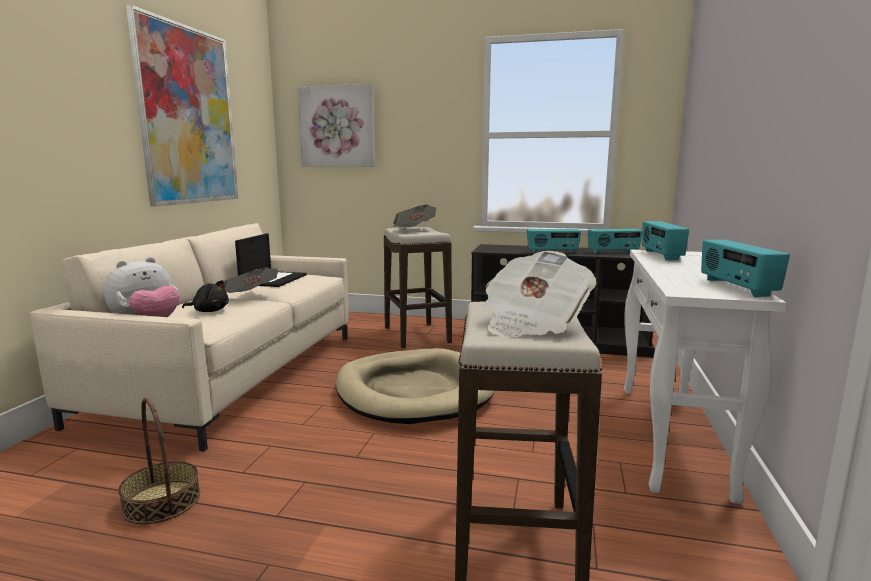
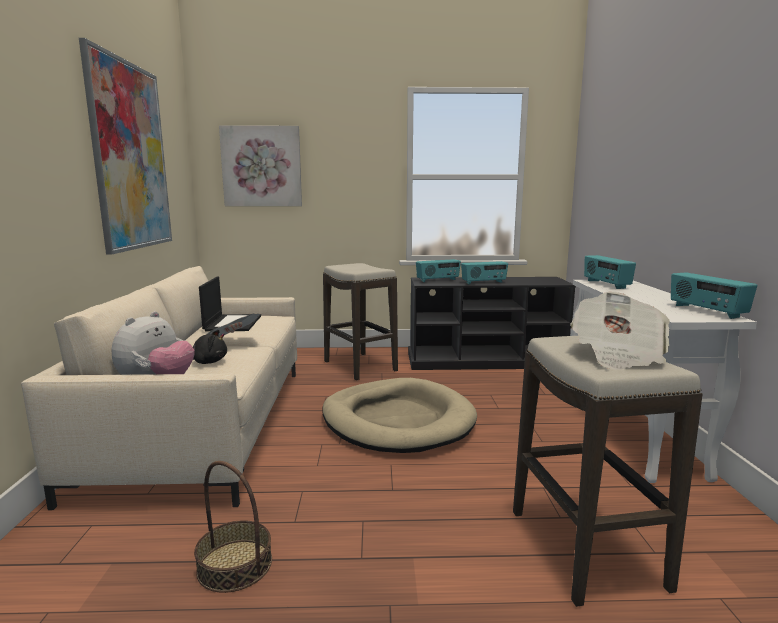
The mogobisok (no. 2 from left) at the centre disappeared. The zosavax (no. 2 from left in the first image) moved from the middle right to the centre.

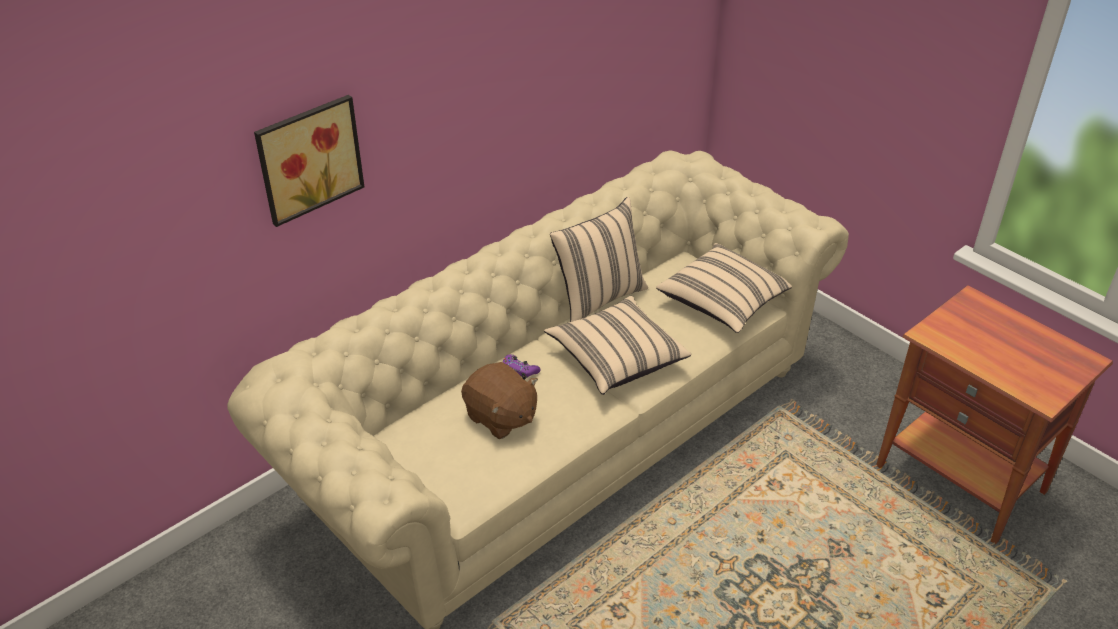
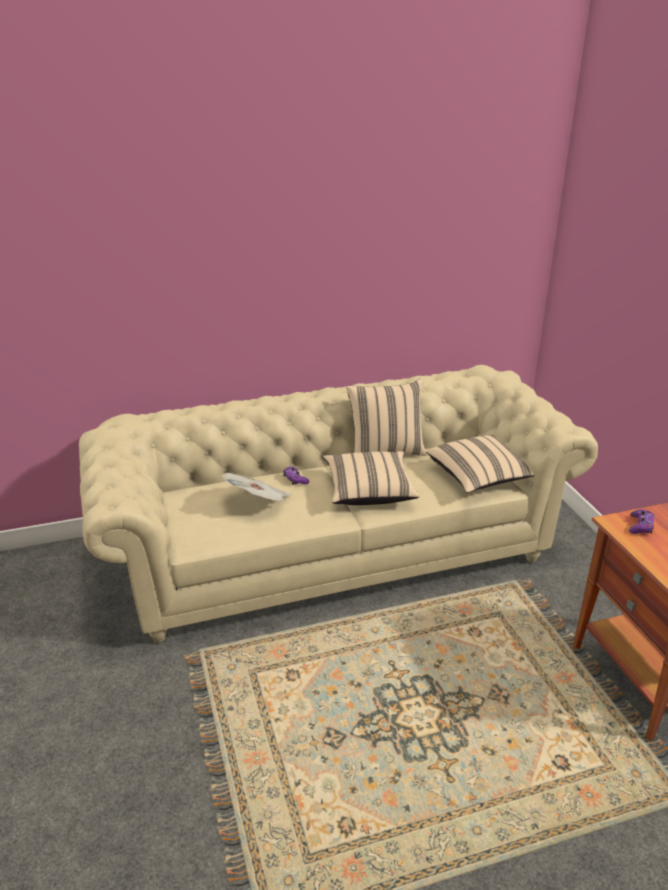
The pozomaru at the top left disappeared. The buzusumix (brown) at the centre was replaced by the mogobisok at the centre. The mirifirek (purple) (no. 2 from left) at the middle right appeared.

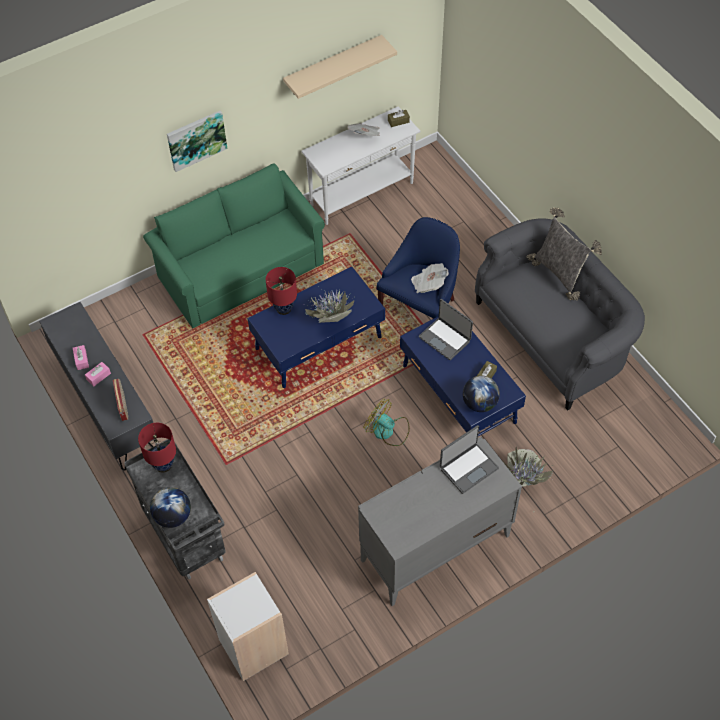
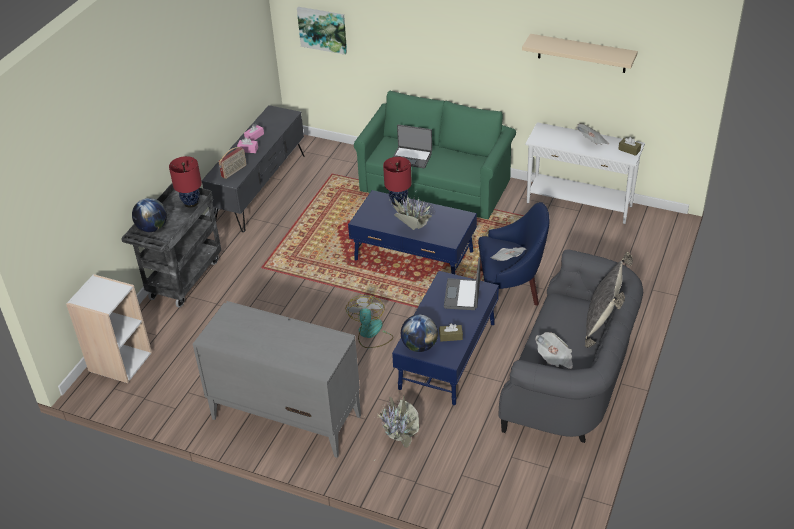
The pozomaru moved from the top left to the top centre. The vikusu (no. 2 from left in the first image) moved from the centre to the top centre. The mogobisok (no. 2 from left) at the middle right appeared.

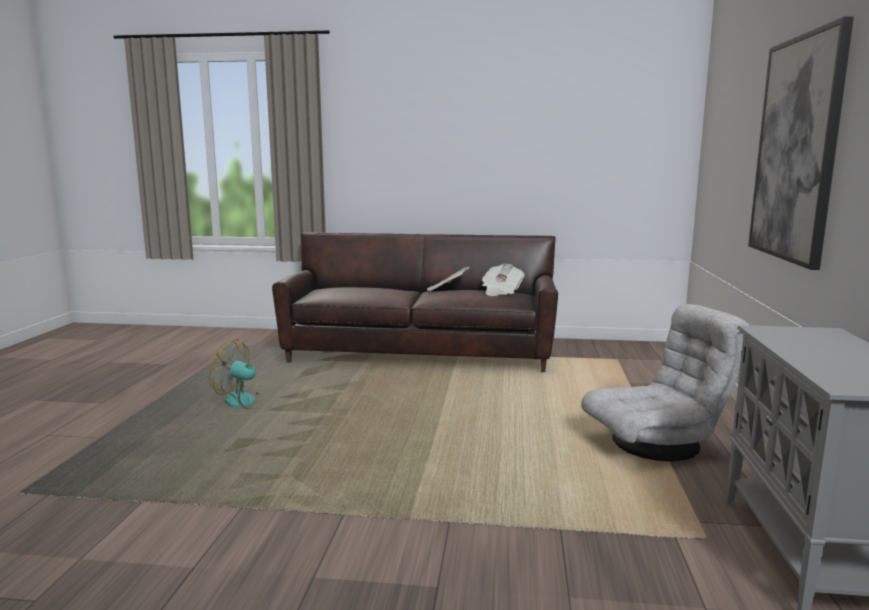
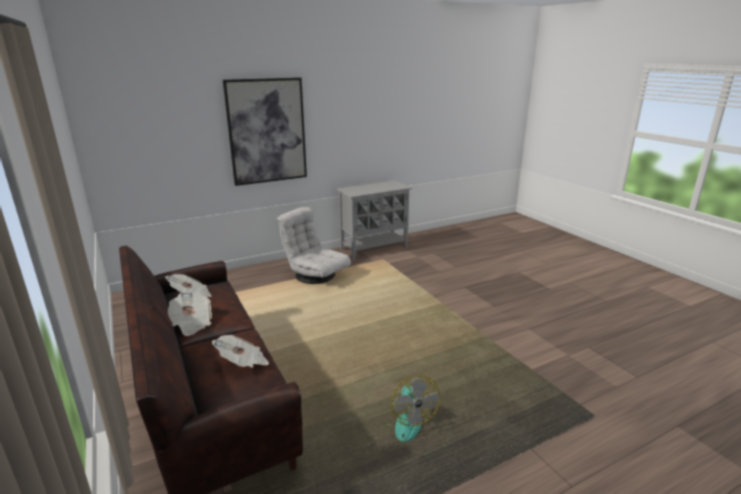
The mogobisok (no. 3 from left) at the bottom left appeared.

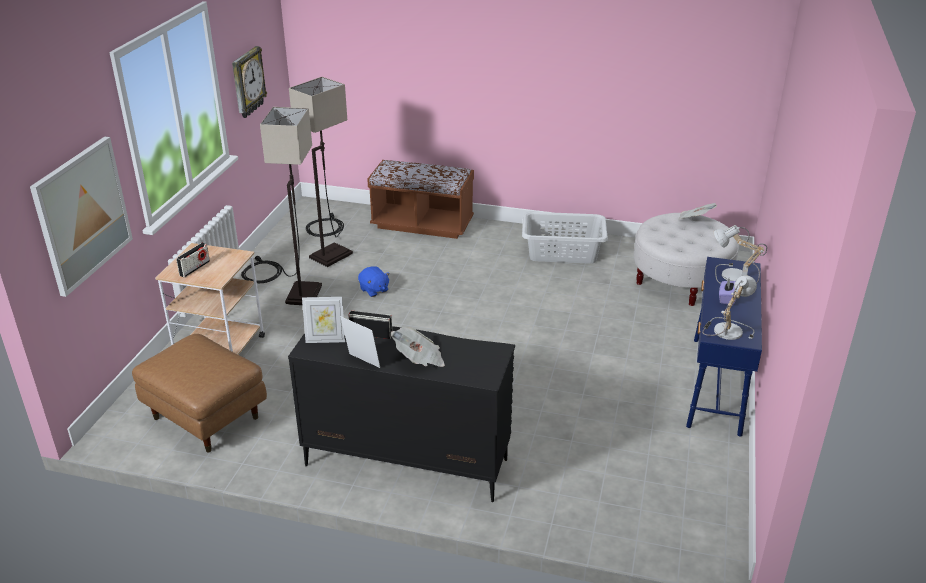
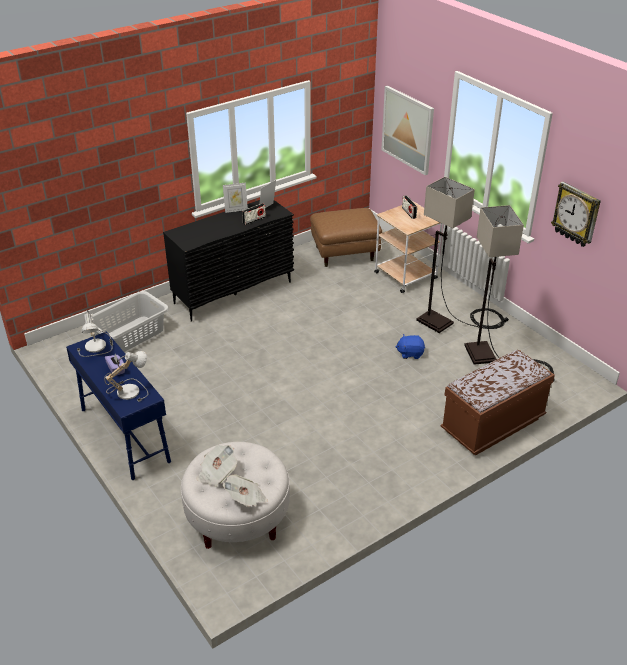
The mogobisok (no. 1 from left) moved from the centre to the bottom centre. The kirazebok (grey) moved from the centre to the middle left.

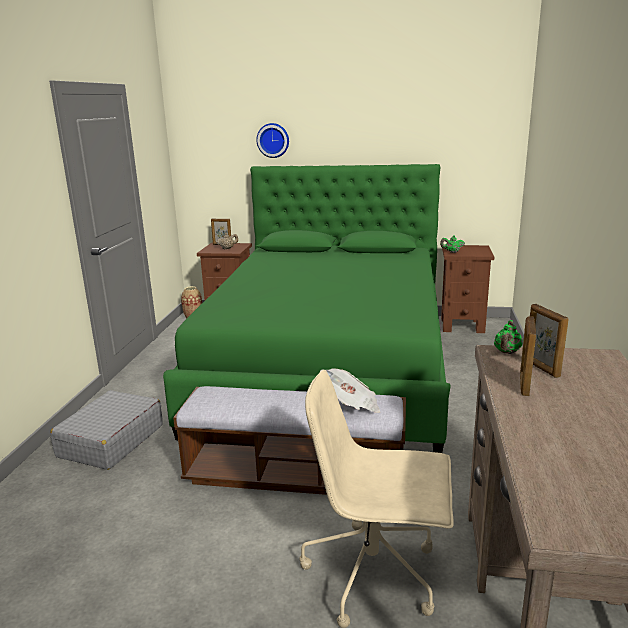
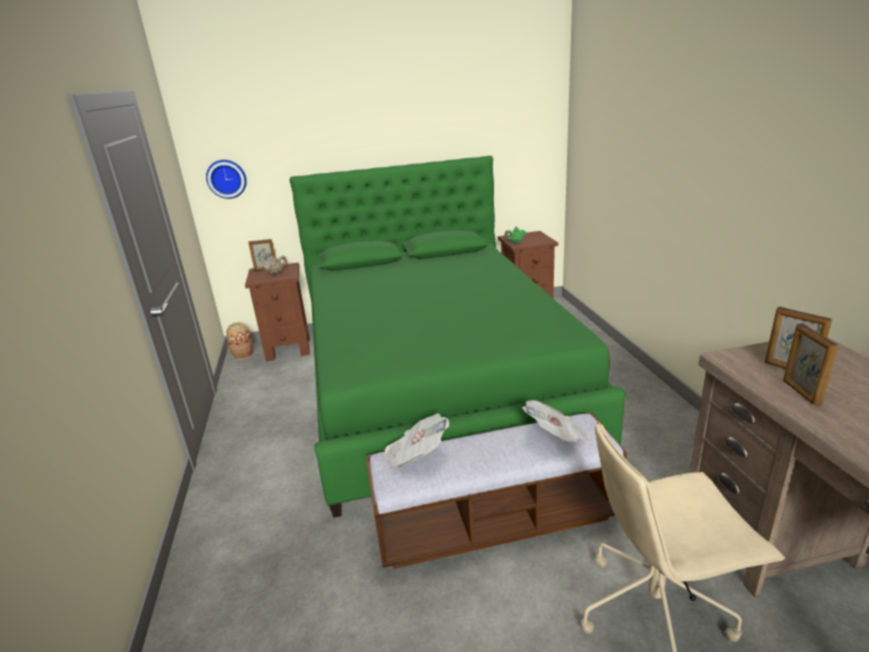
The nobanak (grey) at the bottom left disappeared. The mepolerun moved from the top centre to the top left. The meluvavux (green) (no. 2 from left) at the middle right disappeared. The mogobisok (no. 1 from left) at the bottom centre appeared.

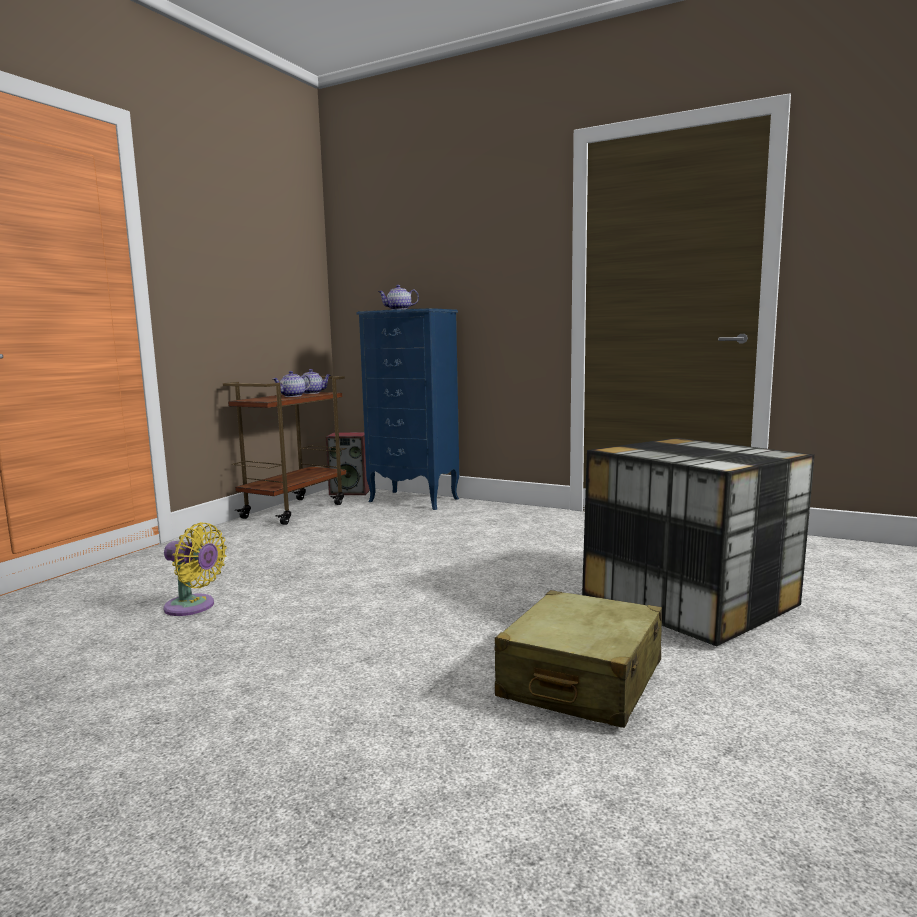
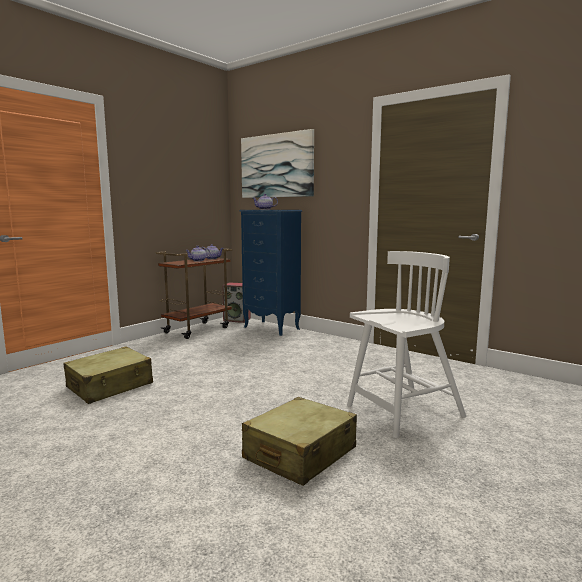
The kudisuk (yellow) at the middle left was replaced by the nobanak (beige) (no. 1 from left) at the middle left. The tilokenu at the middle right was replaced by the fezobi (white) at the middle right. The pozomaru at the top centre appeared.

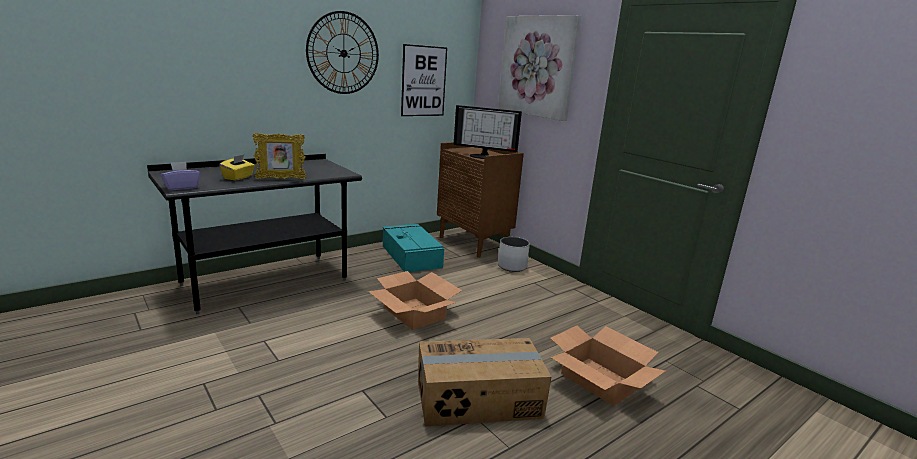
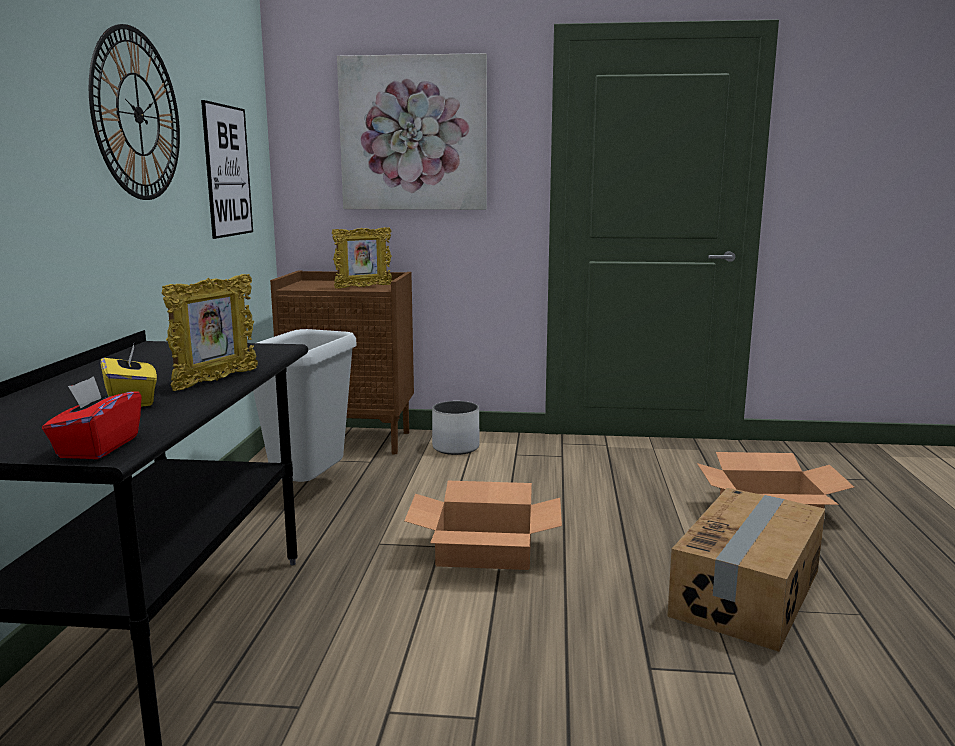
The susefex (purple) at the middle left became the susefex (red) at the middle left. The tilokenu (turquoise) at the centre was replaced by the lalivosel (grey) at the middle left. The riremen at the top centre was replaced by the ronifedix (no. 2 from left) at the centre.

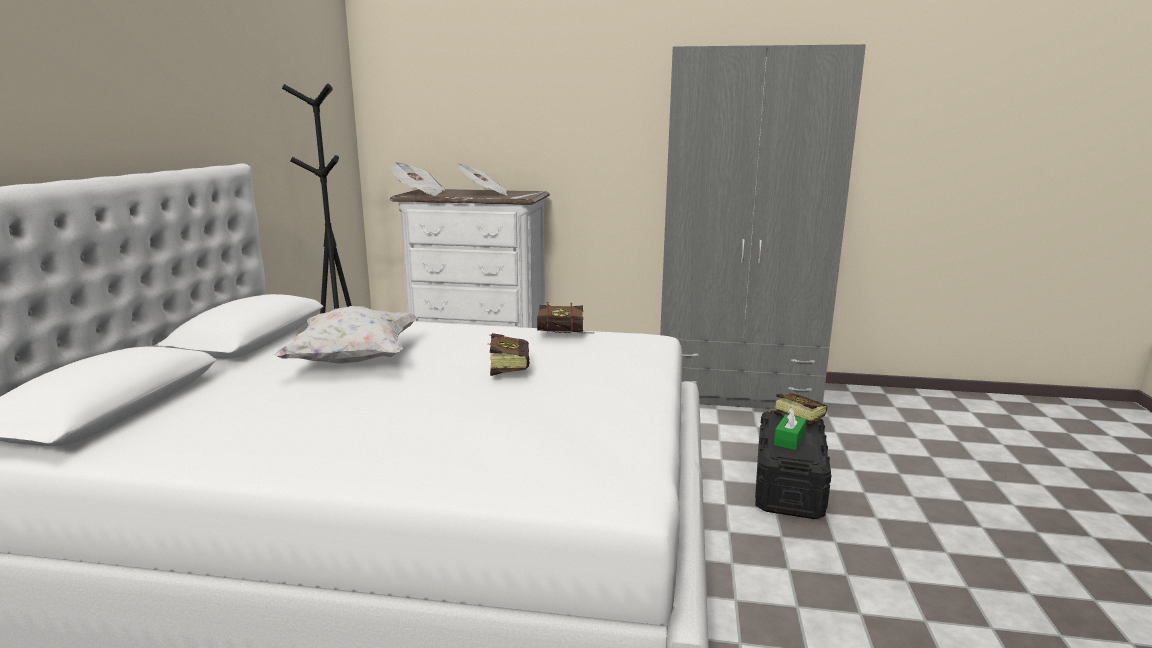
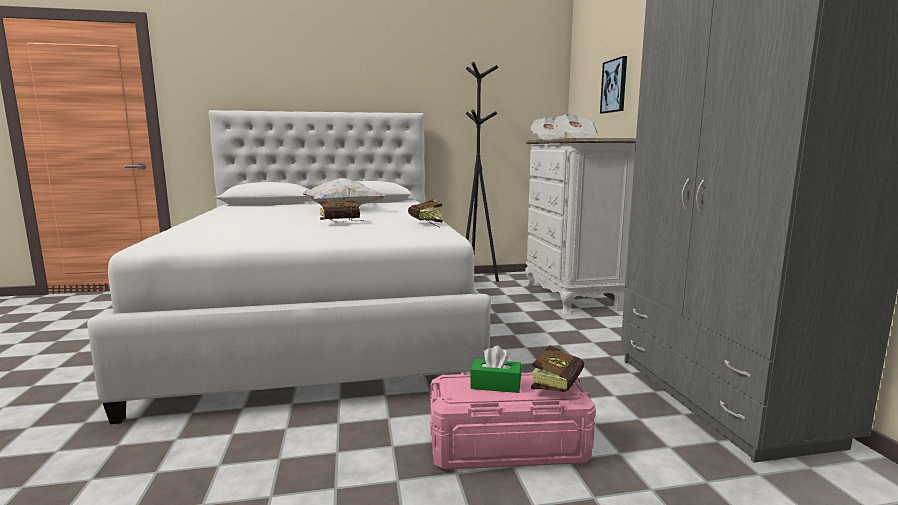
The tilokenu (black) at the bottom right became the tilokenu (pink) at the bottom centre. The pozomaru at the top right appeared.

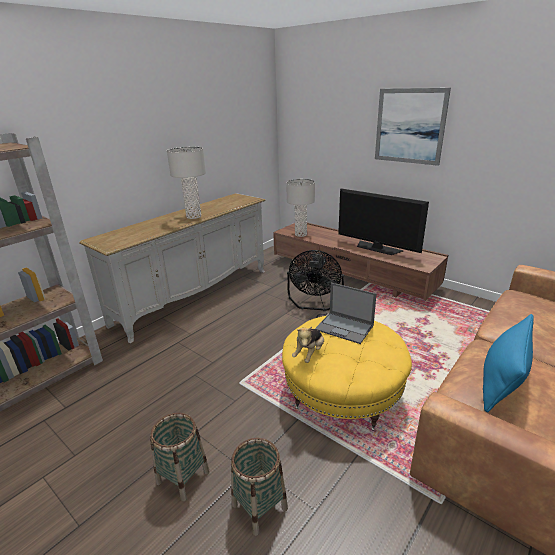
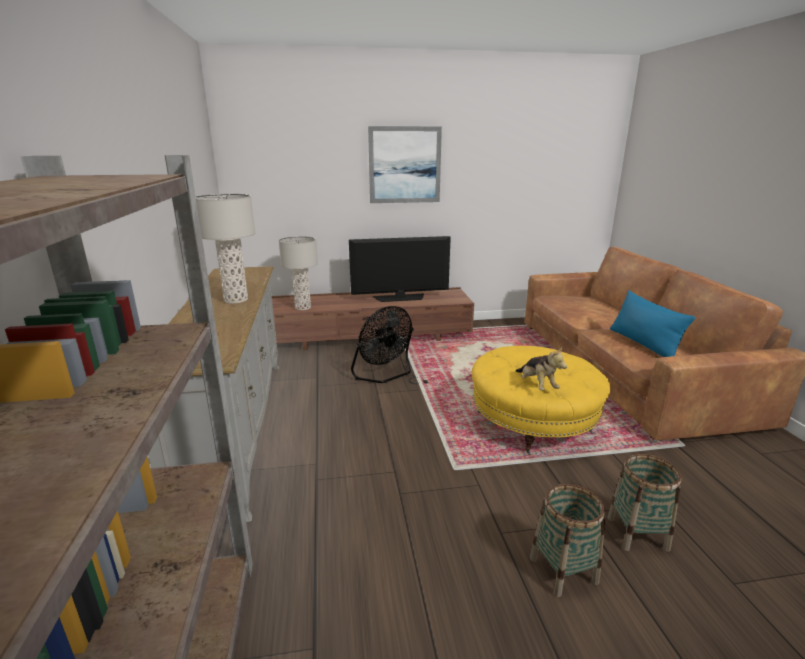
The vikusu at the centre disappeared.

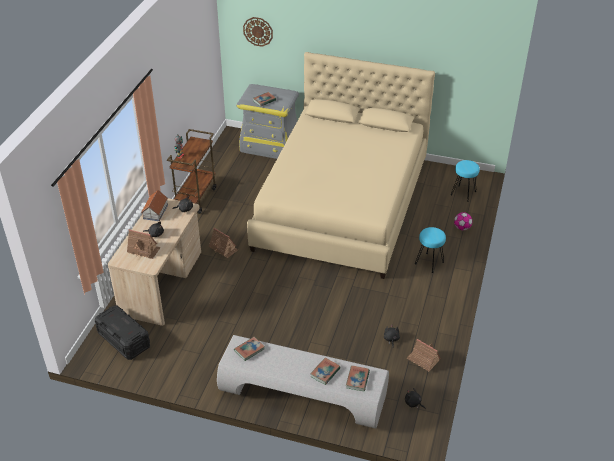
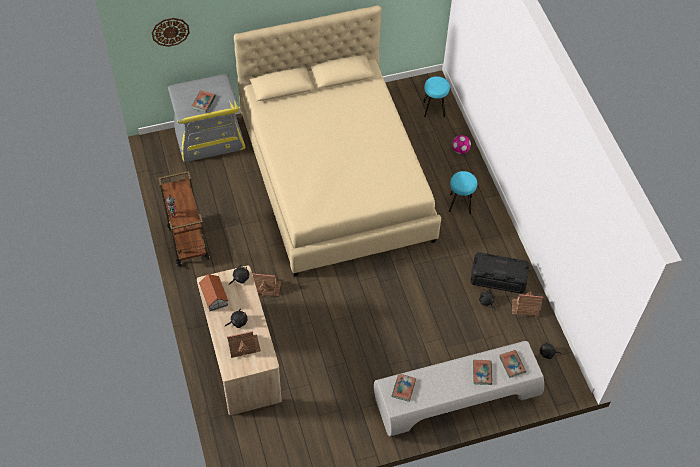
The tilokenu (black) moved from the bottom left to the middle right.

